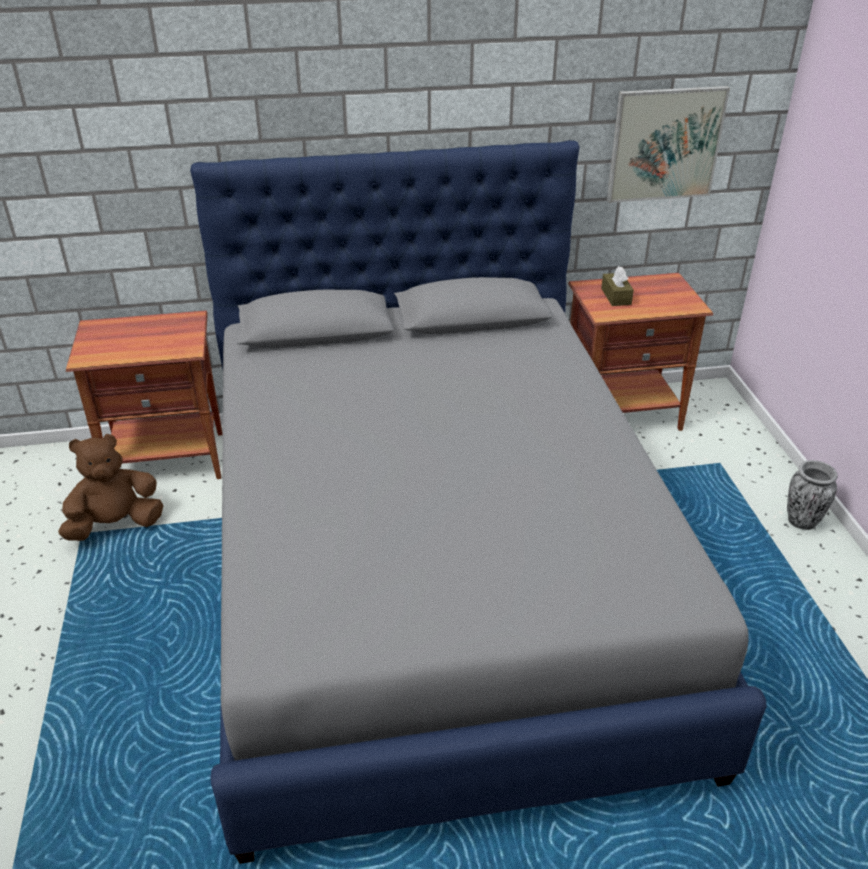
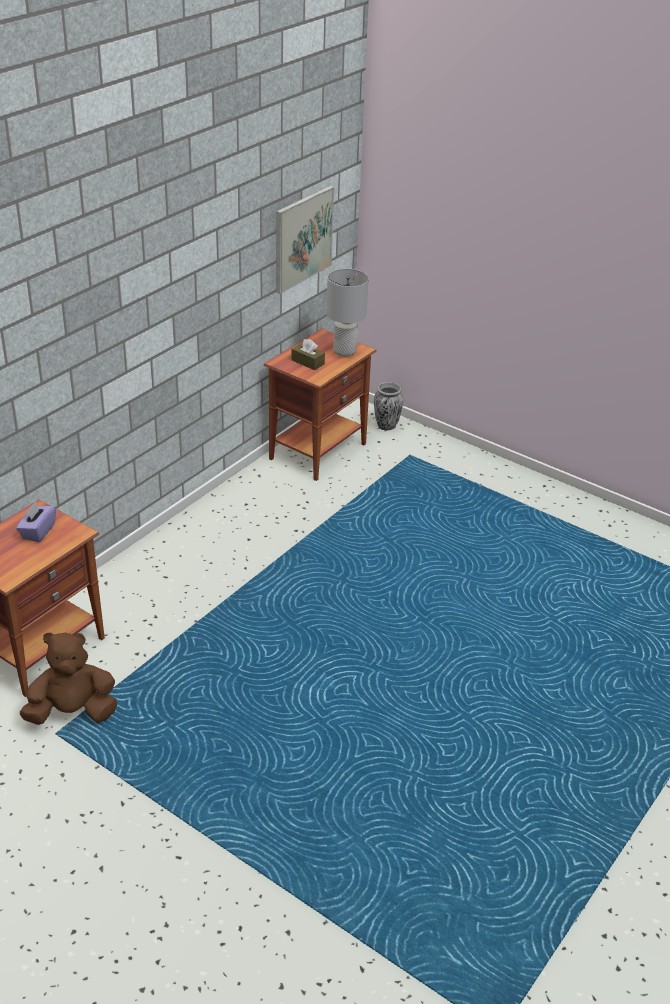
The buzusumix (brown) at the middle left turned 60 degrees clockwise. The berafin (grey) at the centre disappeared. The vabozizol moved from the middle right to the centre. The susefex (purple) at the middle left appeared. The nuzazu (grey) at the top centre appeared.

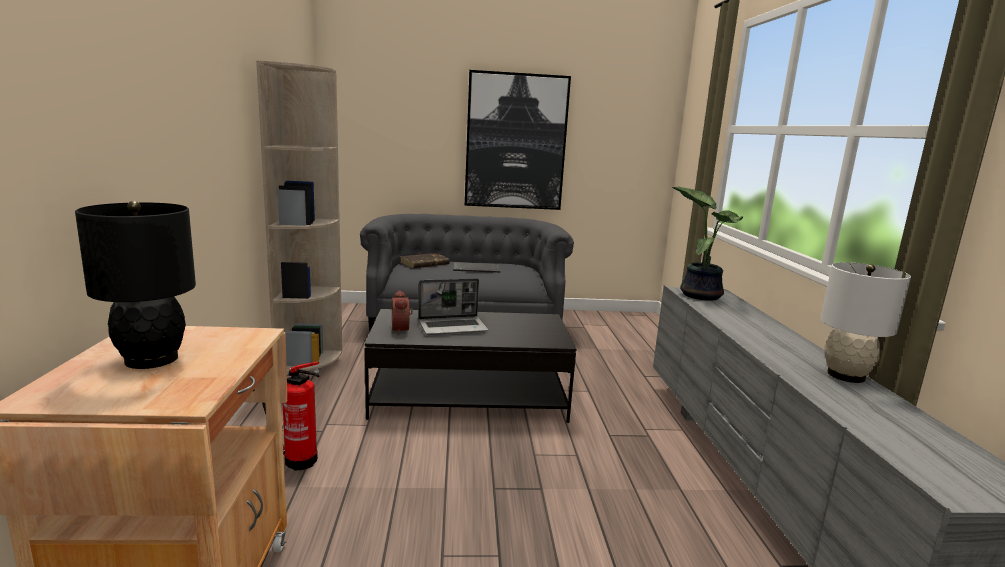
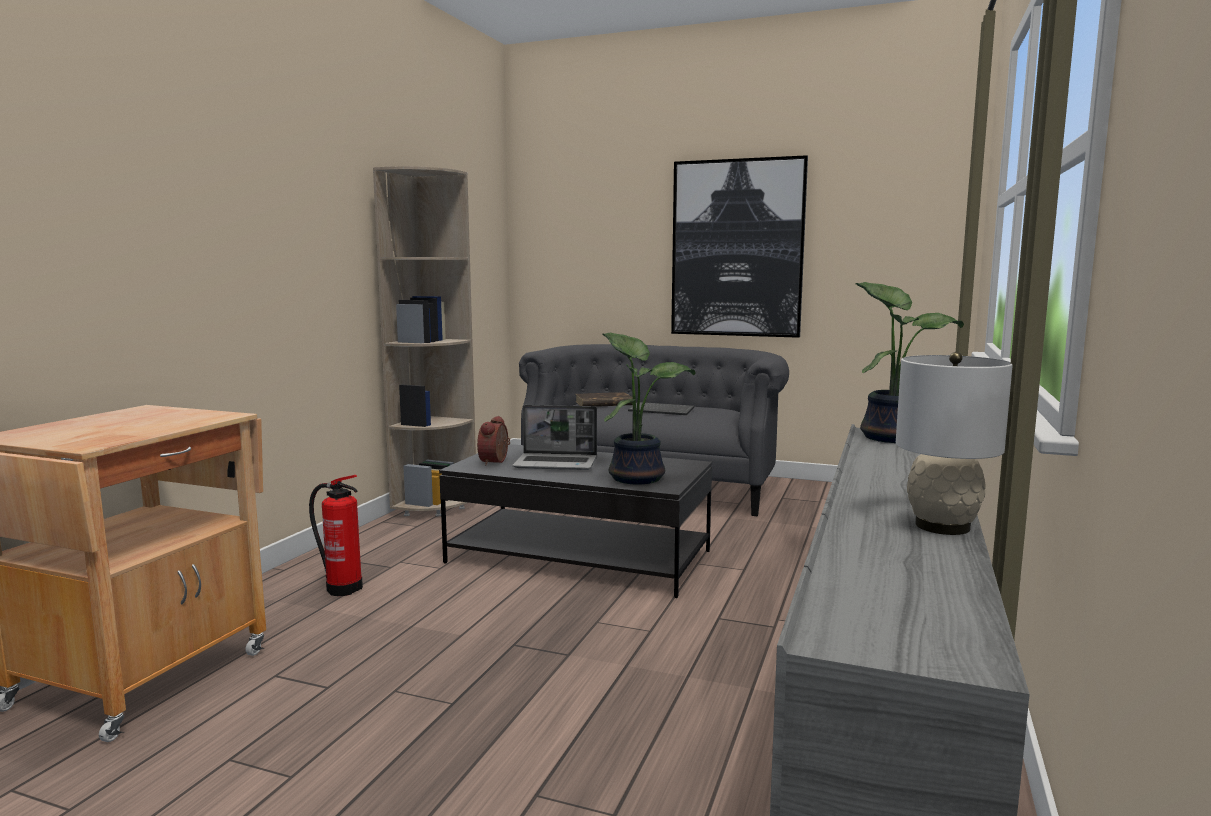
The nuzazu (black) at the middle left disappeared. The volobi (no. 1 from left) at the centre appeared.

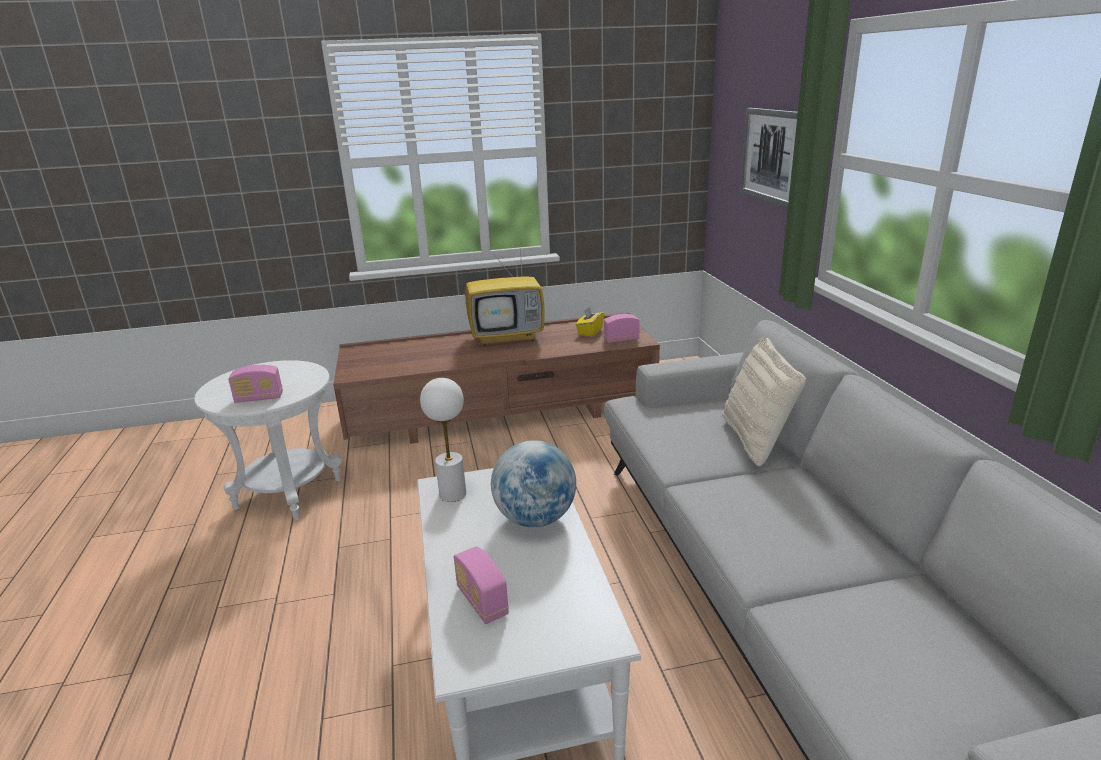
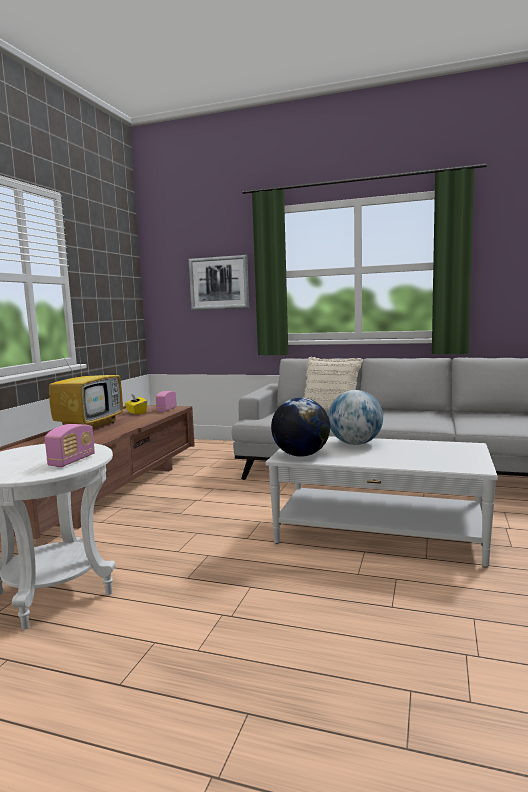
The nuzazu (white) at the centre was replaced by the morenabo (no. 1 from left) at the centre. The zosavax (no. 2 from left) at the bottom centre disappeared.

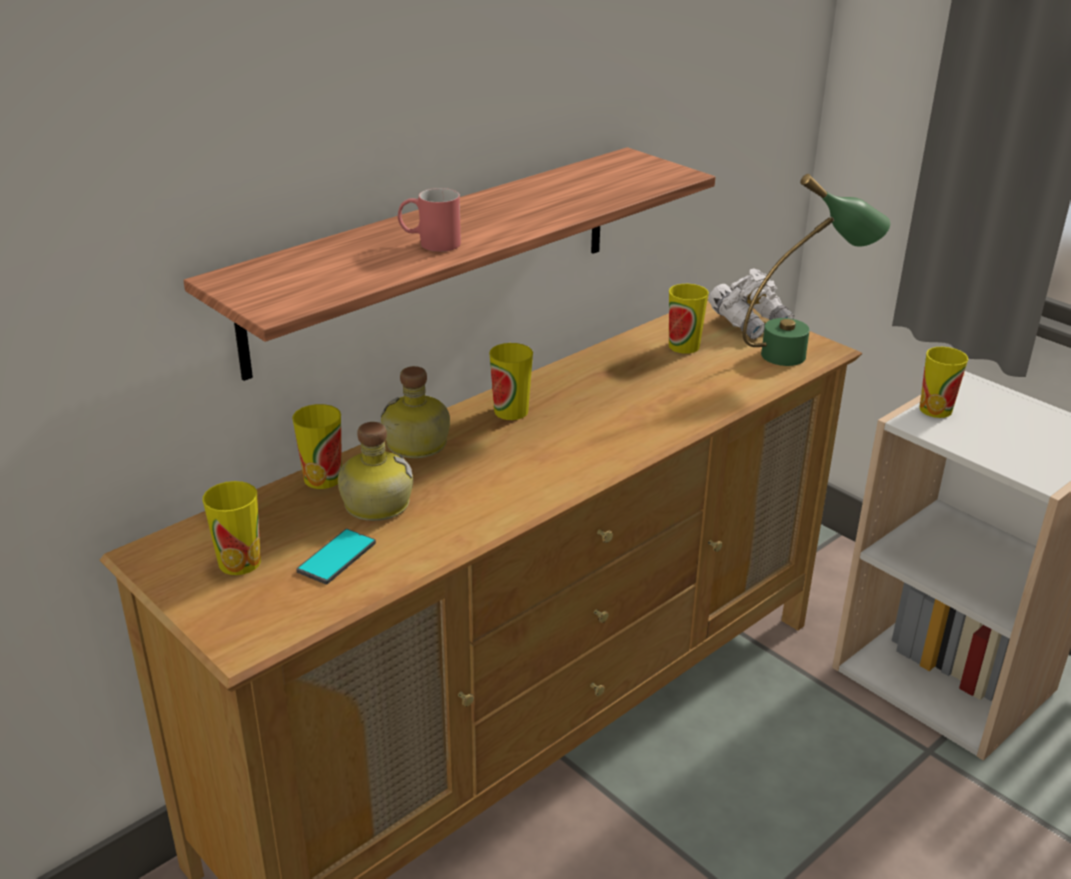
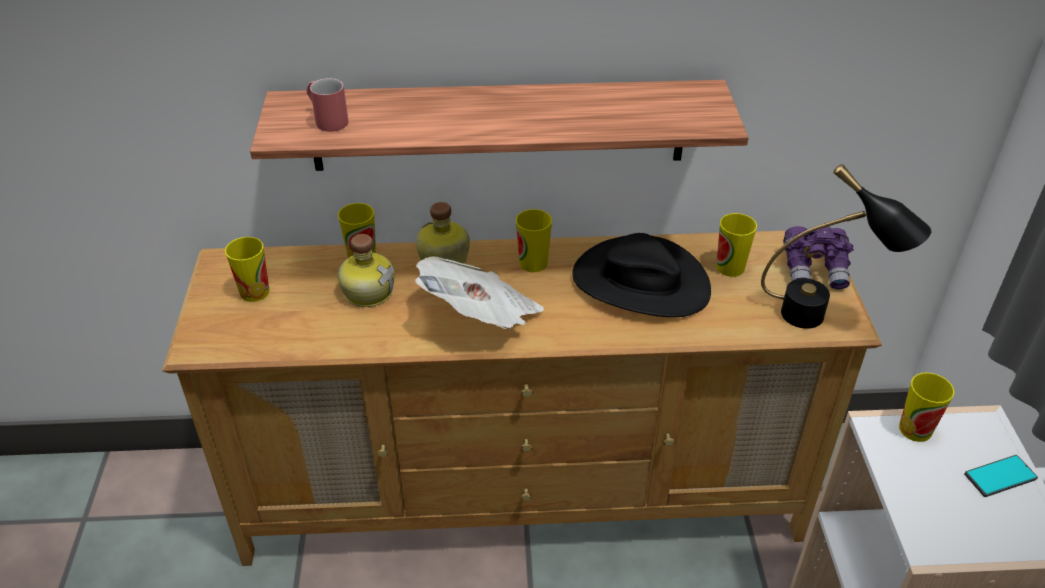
The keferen moved from the middle left to the bottom right. The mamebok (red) moved from the top centre to the top left. The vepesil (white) at the middle right became the vepesil (purple) at the middle right. The nuzazu (green) at the top right became the nuzazu (black) at the middle right. The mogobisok at the centre appeared. The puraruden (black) at the centre appeared.

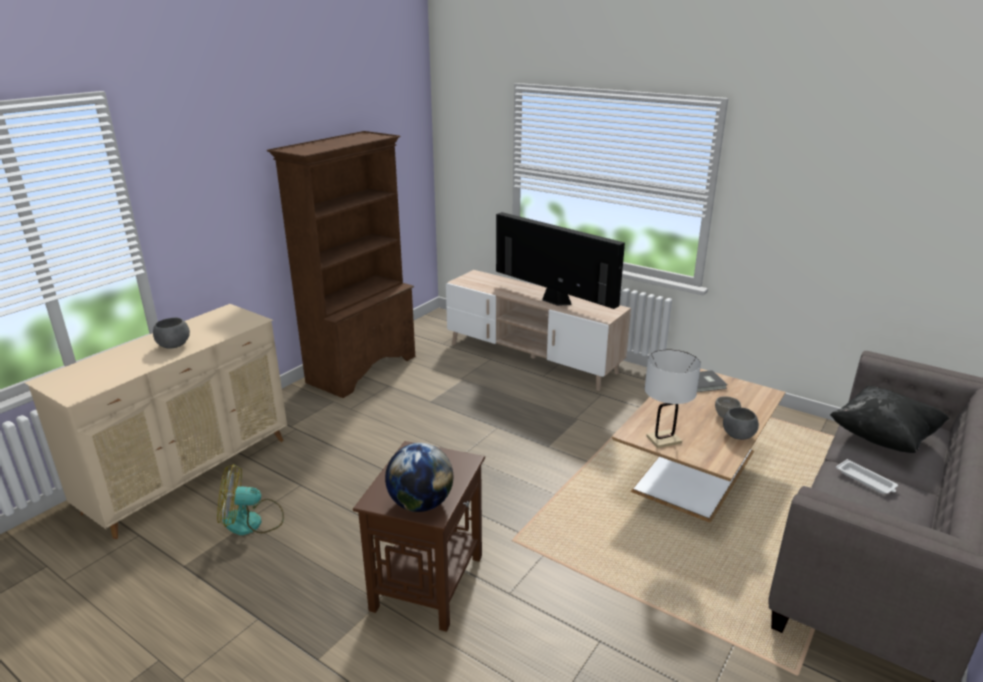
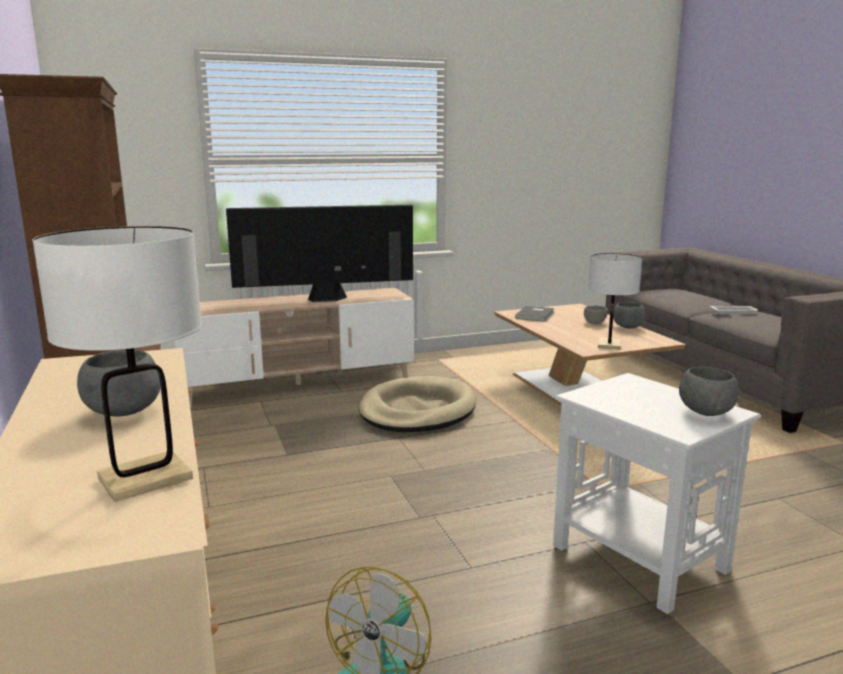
The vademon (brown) at the bottom centre became the vademon (white) at the bottom right. The morenabo at the bottom centre was replaced by the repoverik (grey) (no. 4 from left) at the middle right. The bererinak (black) at the middle right disappeared. The nuzazu (white) (no. 1 from left) at the middle left appeared. The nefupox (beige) at the centre appeared.

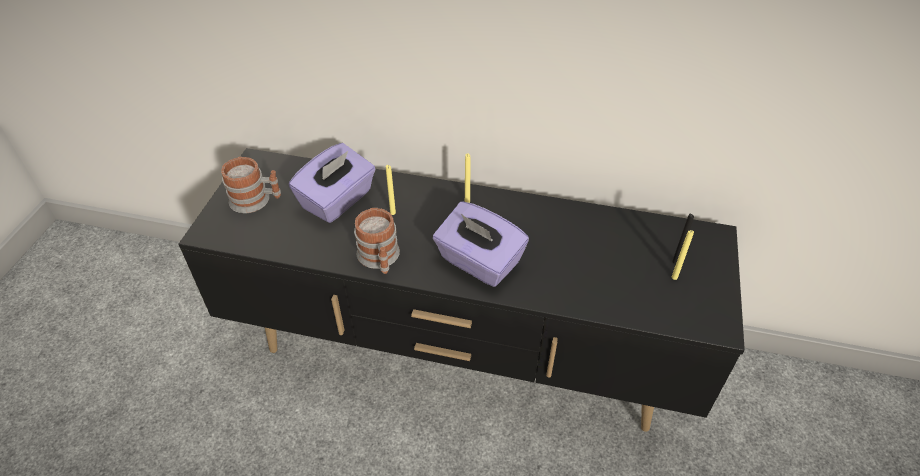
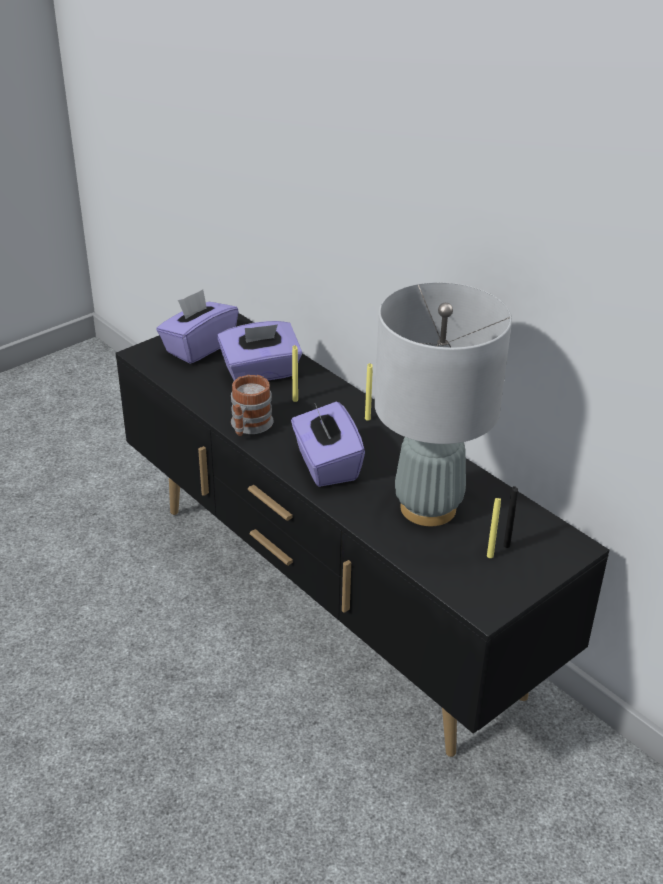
The mamebok (no. 1 from left) at the middle left was replaced by the susefex (purple) (no. 1 from left) at the middle left. The nuzazu (grey) at the middle right appeared.

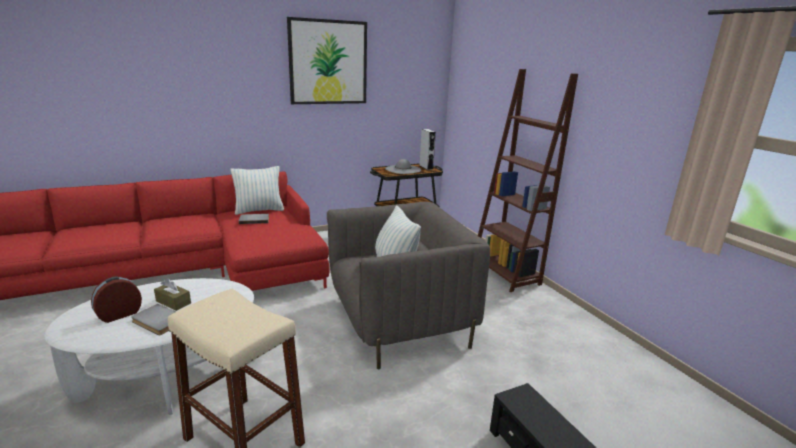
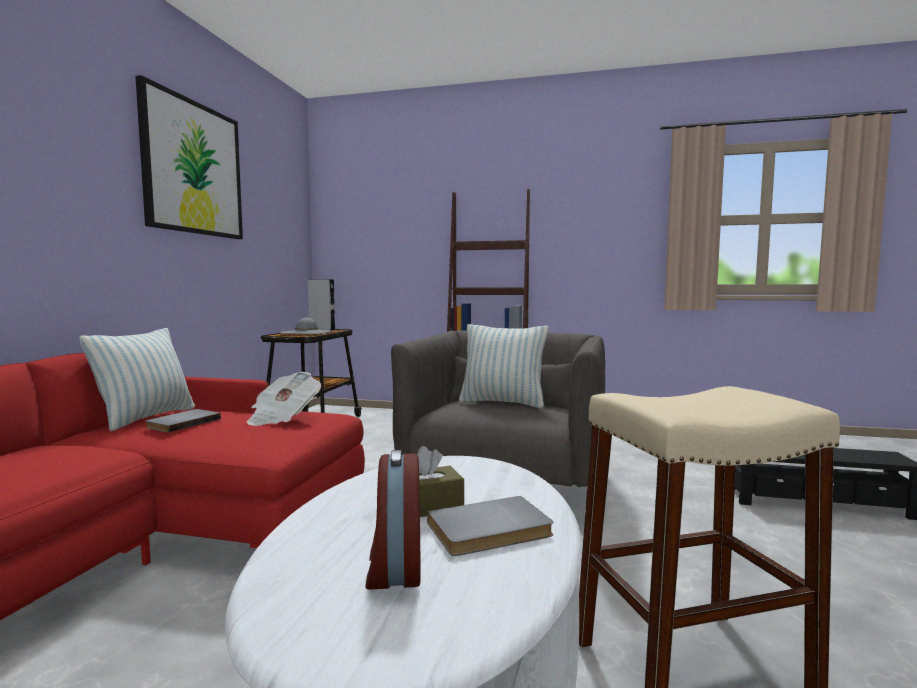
The mogobisok at the middle left appeared.

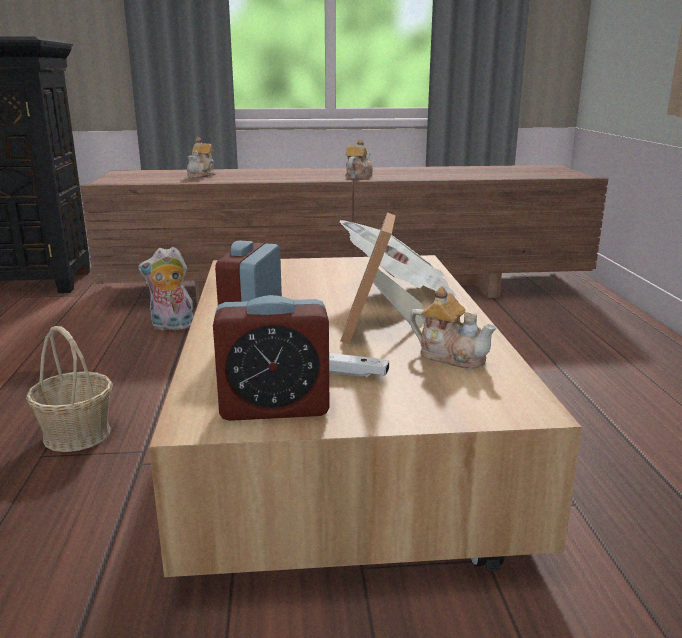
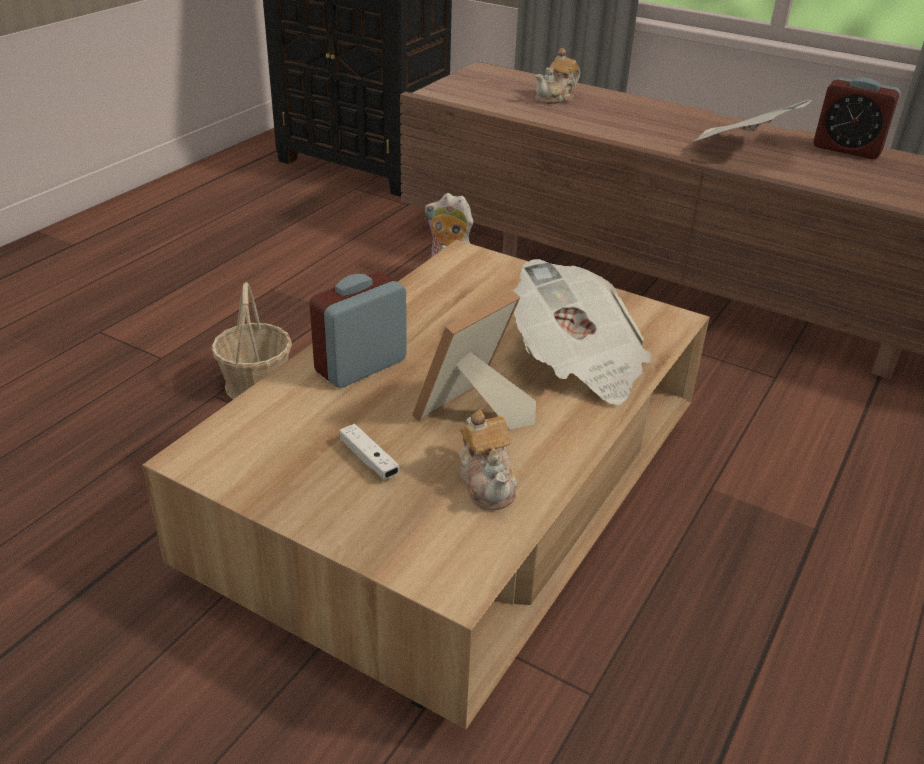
The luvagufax (no. 2 from left) moved from the centre to the top right. The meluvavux (no. 2 from left) at the top centre was replaced by the mogobisok (no. 2 from left) at the top right.

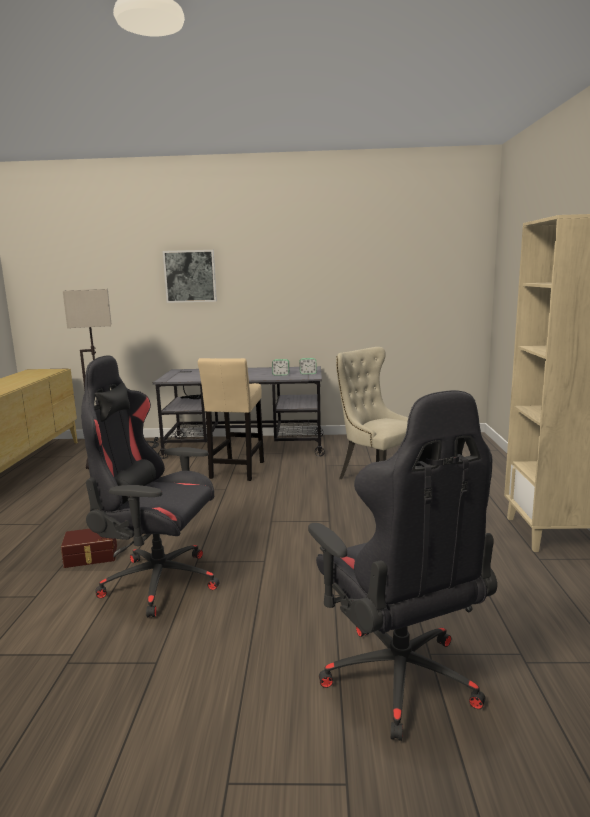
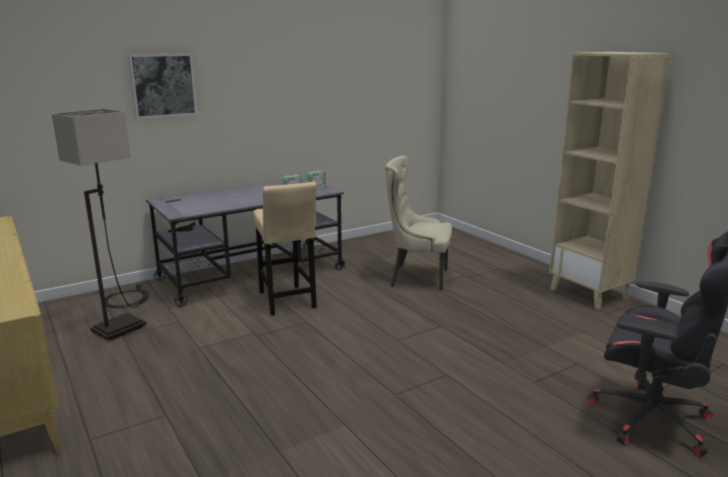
The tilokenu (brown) at the bottom left disappeared. The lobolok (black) (no. 1 from left) at the middle left disappeared.

